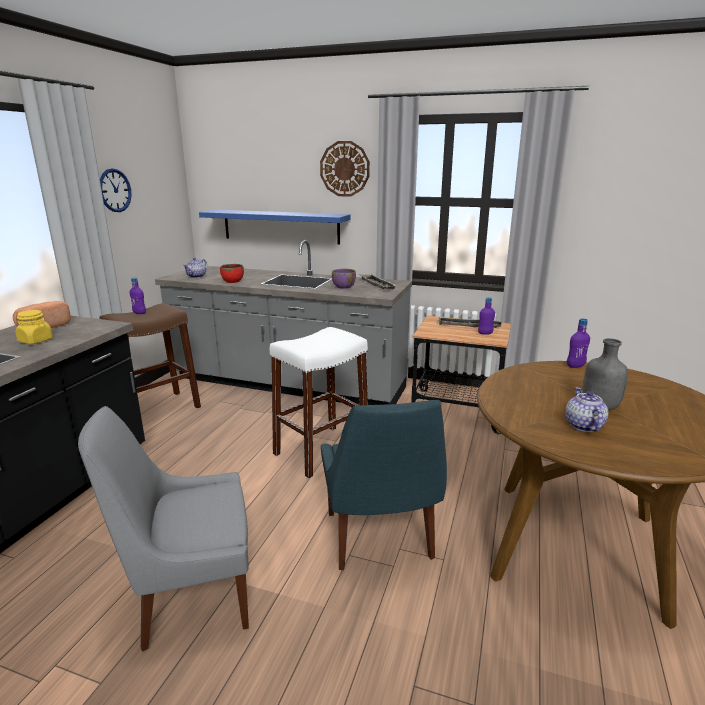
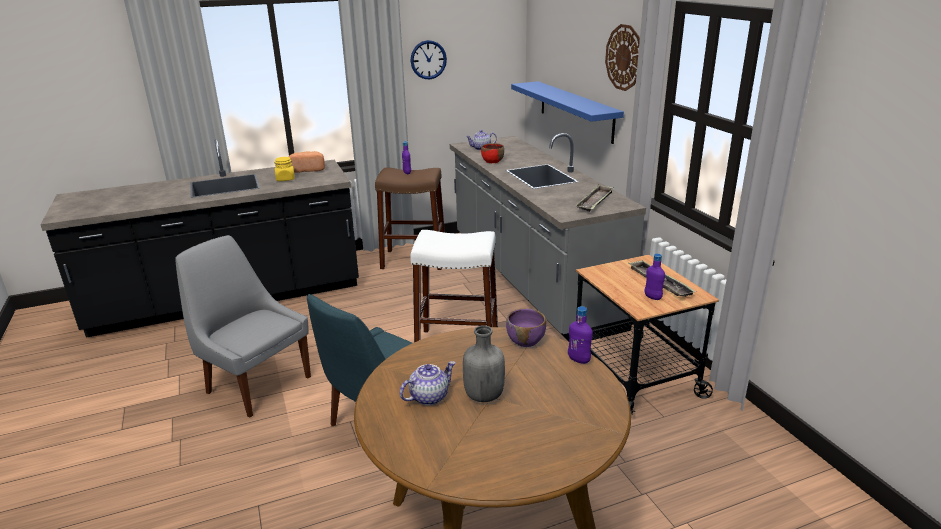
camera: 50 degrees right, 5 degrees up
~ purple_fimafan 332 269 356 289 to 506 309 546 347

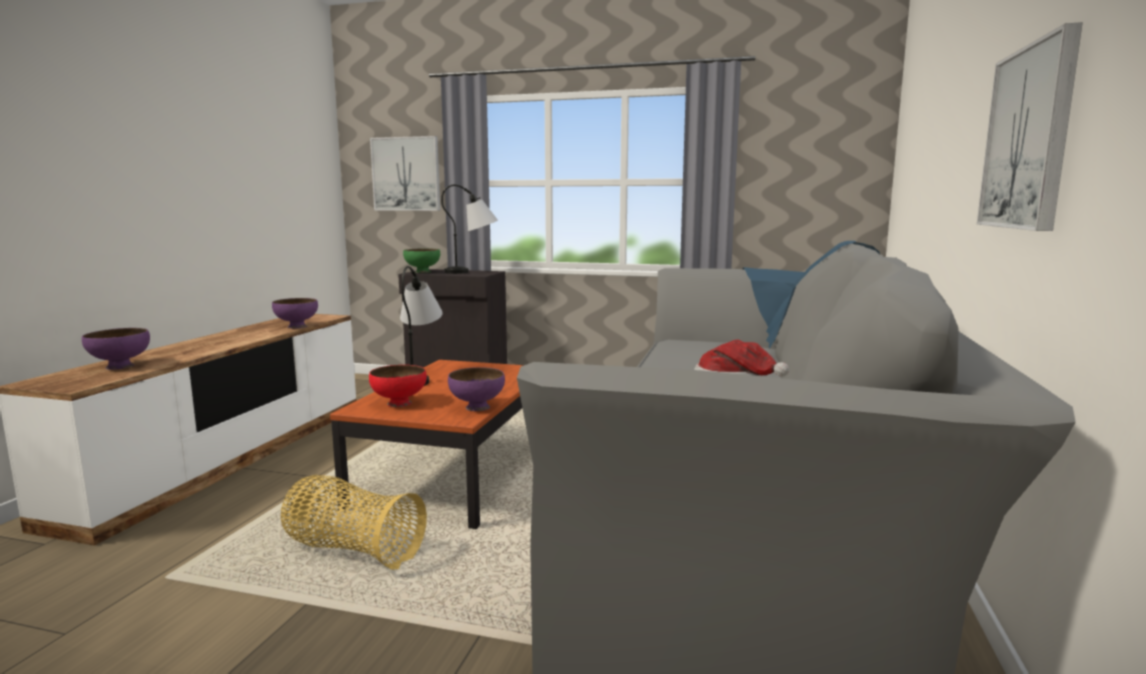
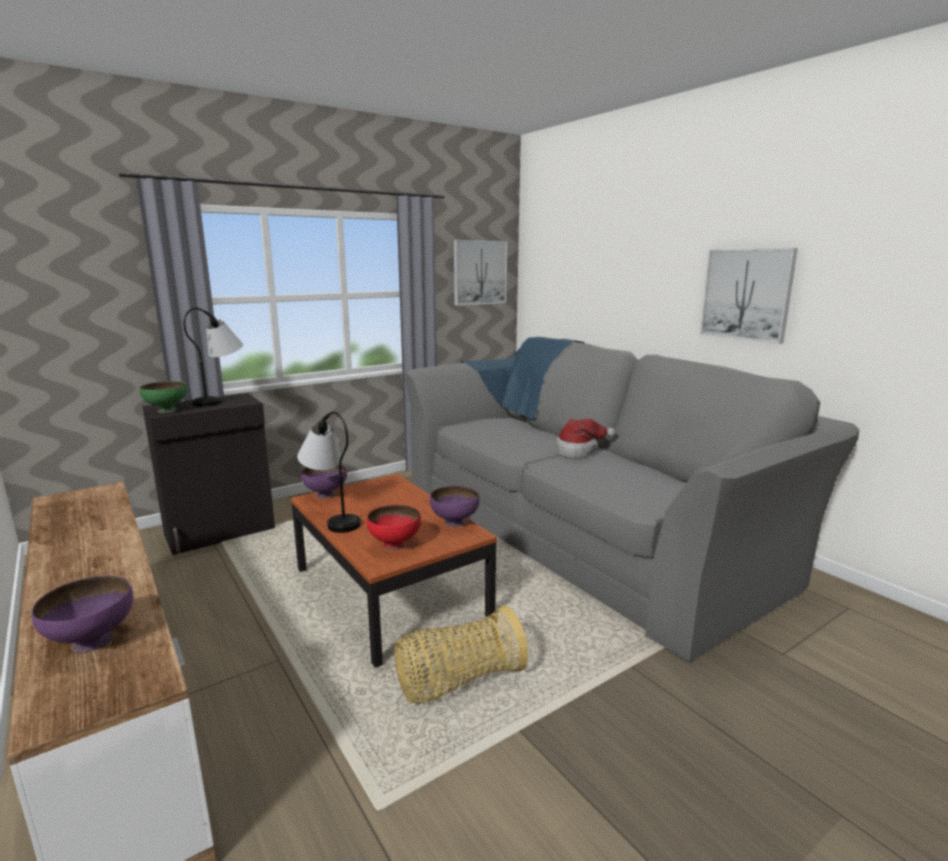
camera: 50 degrees left, 5 degrees up
~ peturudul 370 136 440 211 to 454 240 507 306
~ purple_fimafan 272 298 318 328 to 301 464 347 498

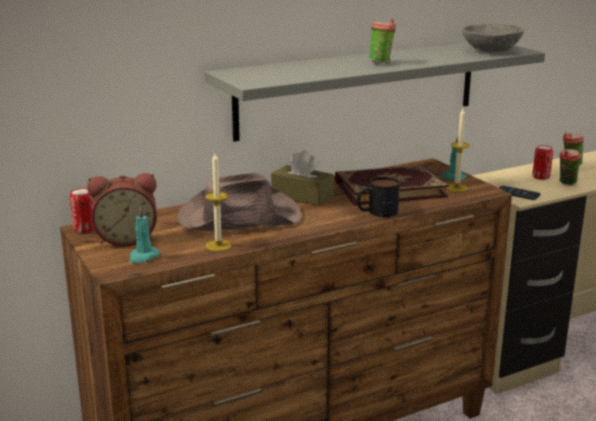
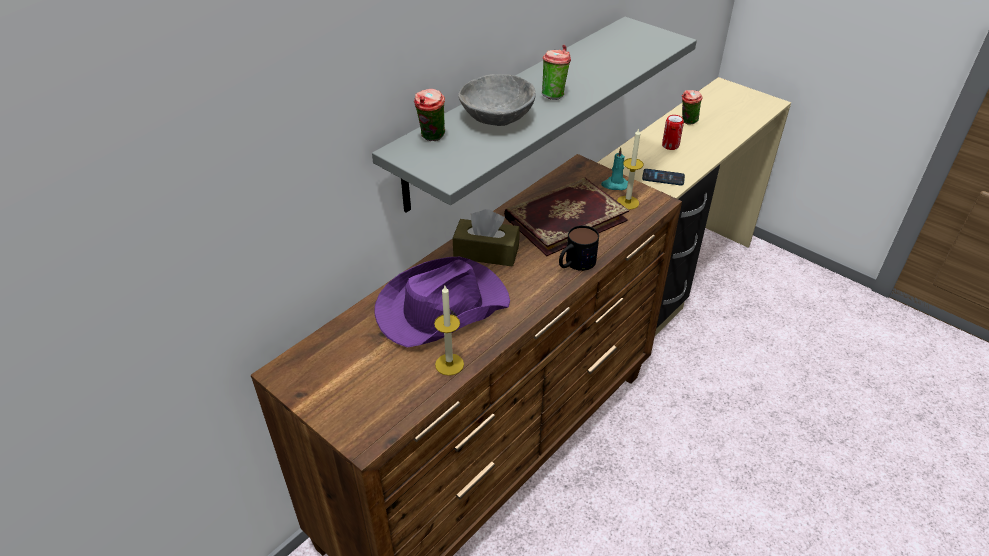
camera: 20 degrees left, 20 degrees up
~ grey_fimafan 462 24 524 52 to 458 74 536 126
~ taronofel 559 149 581 185 to 414 89 445 141
- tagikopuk 87 173 157 246
~ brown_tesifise 177 173 302 231 to purple_tesifise 374 257 510 348
- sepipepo 70 188 95 233
- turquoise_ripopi 129 206 160 263

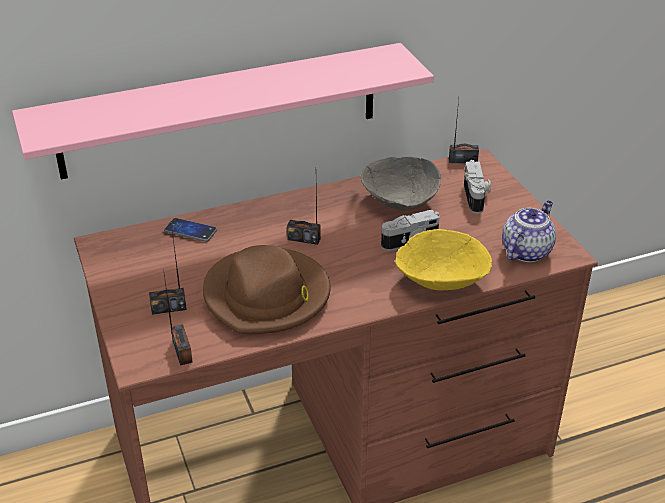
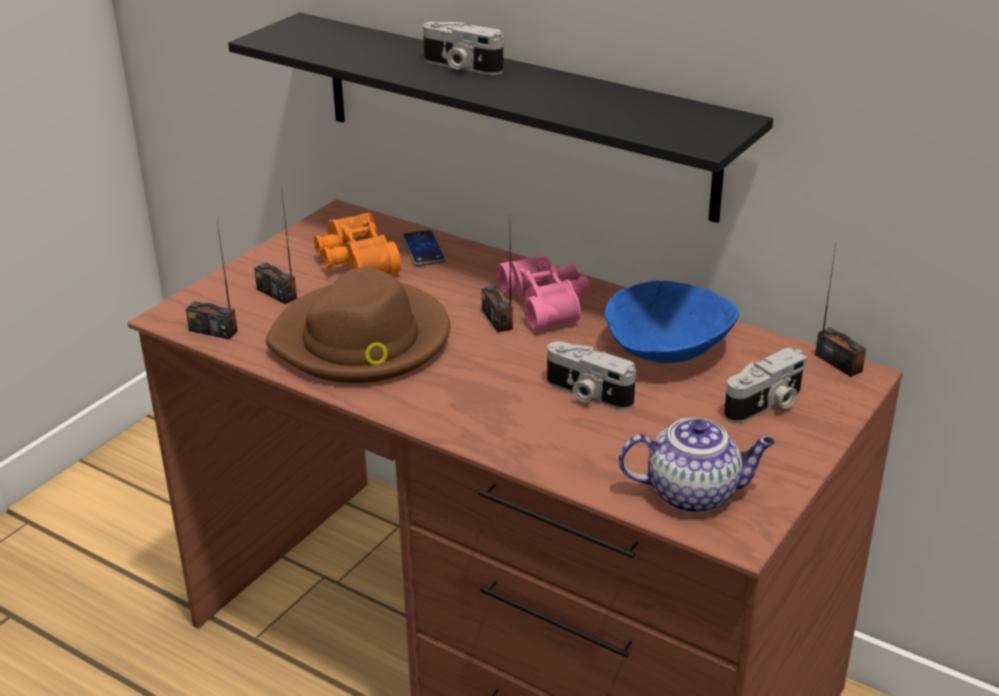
camera: 55 degrees right, 5 degrees down
~ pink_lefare 12 43 434 179 to black_lefare 228 13 773 223
~ grey_fimafan 361 157 441 210 to blue_fimafan 605 281 739 363
- yellow_fimafan 396 229 492 291
~ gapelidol 163 269 193 365 = 186 221 238 339 75 degrees clockwise
+ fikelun 423 22 503 75
+ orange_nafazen 314 212 401 274
+ pink_nafazen 496 255 591 331

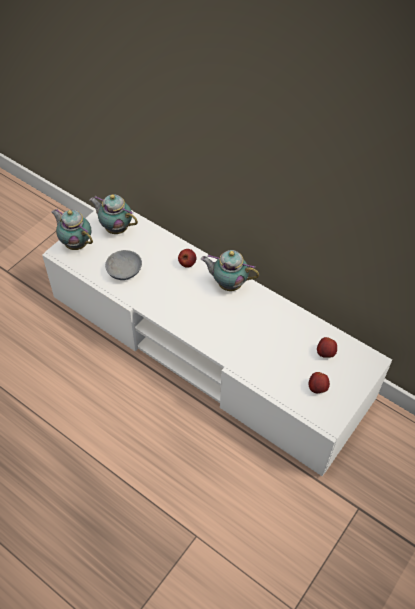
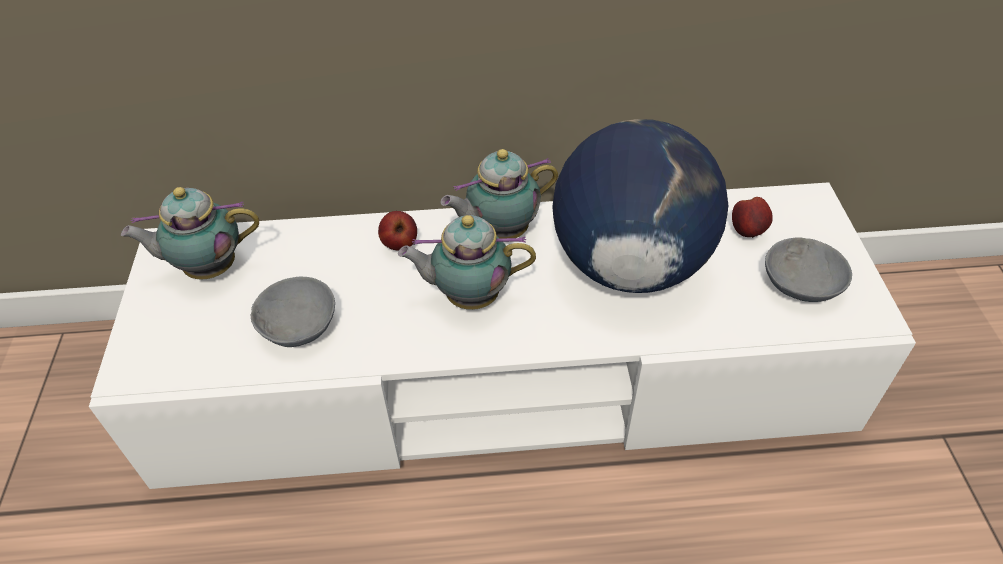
camera: 40 degrees left, 5 degrees down
~ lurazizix 51 209 93 250 to 398 215 536 310
~ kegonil 309 372 330 393 to grey_fimafan 765 238 852 302
+ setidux 552 119 728 293

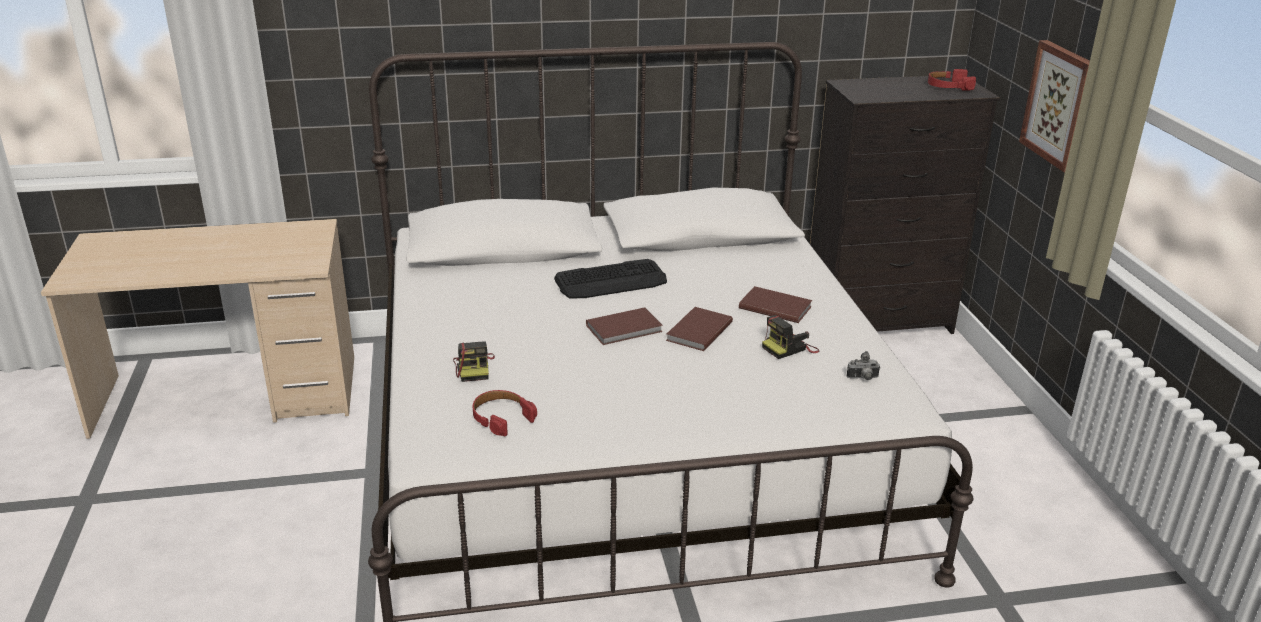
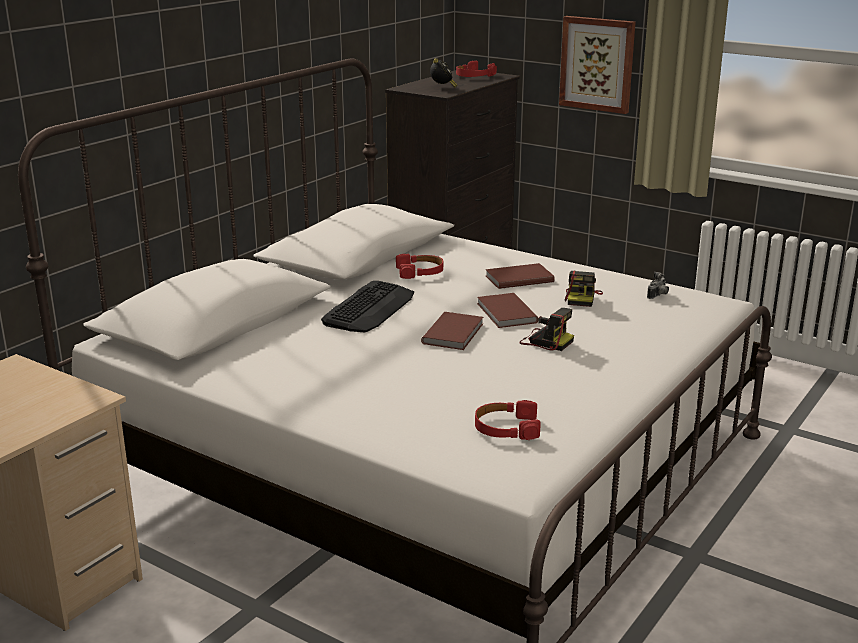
camera: 45 degrees left, 5 degrees down
~ fikelun 453 341 495 382 to 519 308 574 351
+ tagikopuk 430 58 458 88
+ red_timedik 396 254 443 279

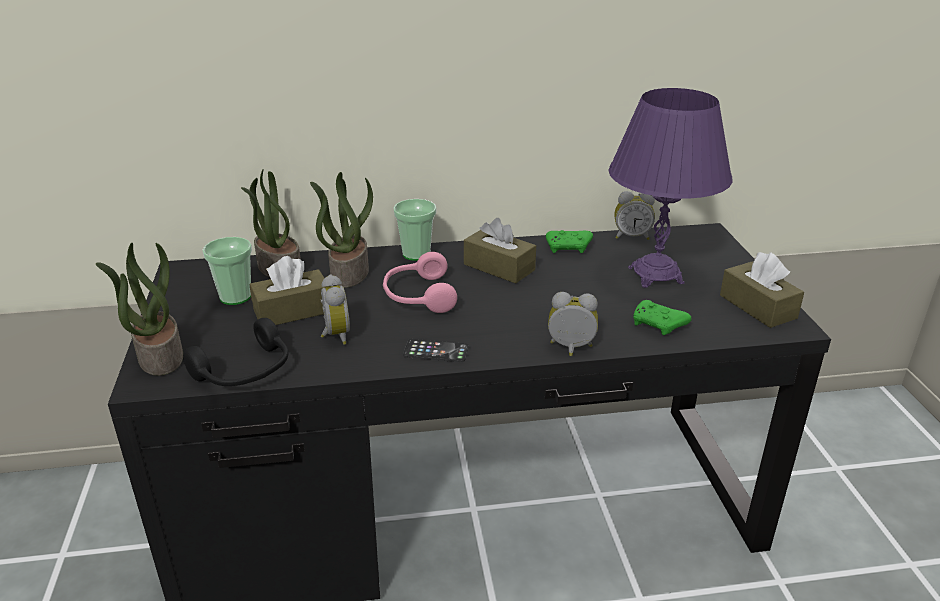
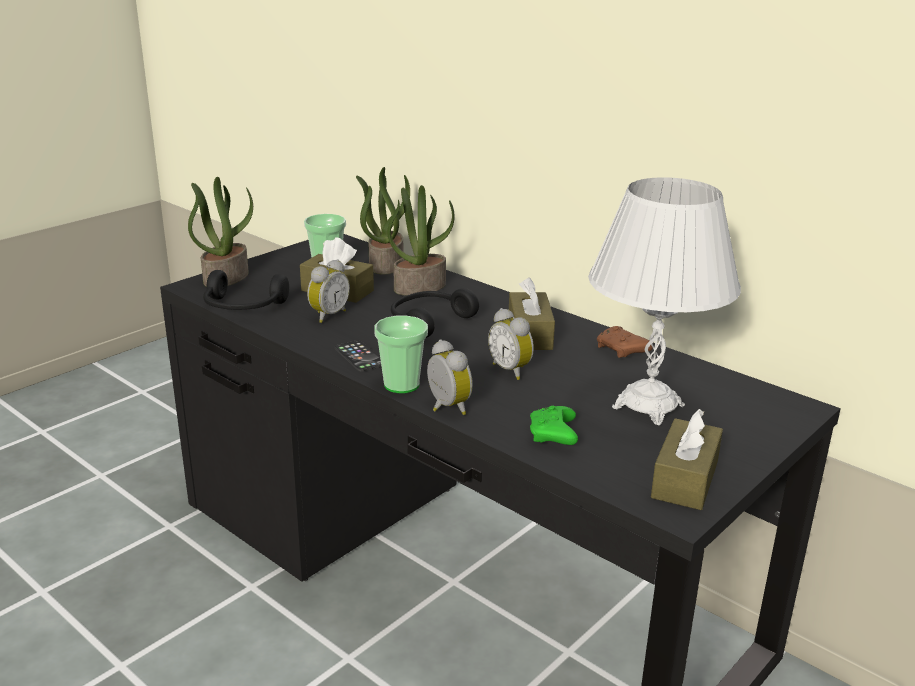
camera: 50 degrees right, 5 degrees down
~ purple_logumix 608 88 732 288 to white_logumix 588 177 741 425
~ tagikopuk 614 191 655 240 to 488 308 534 380
~ taronofel 393 199 436 261 to 374 316 428 393
~ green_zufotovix 546 230 593 253 to brown_zufotovix 597 326 653 358
~ pink_timedik 383 252 457 313 to black_timedik 391 288 479 338

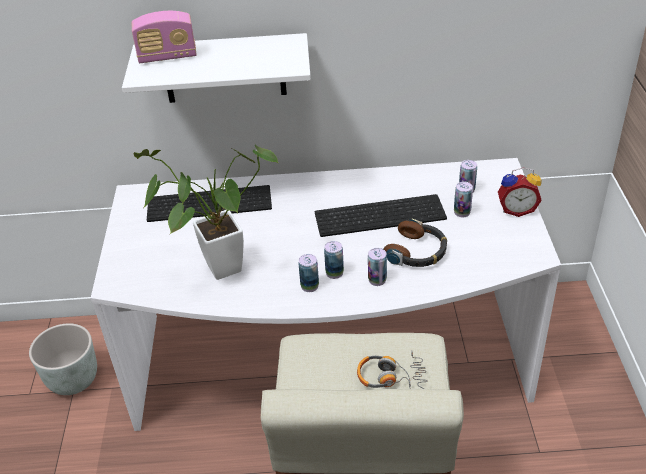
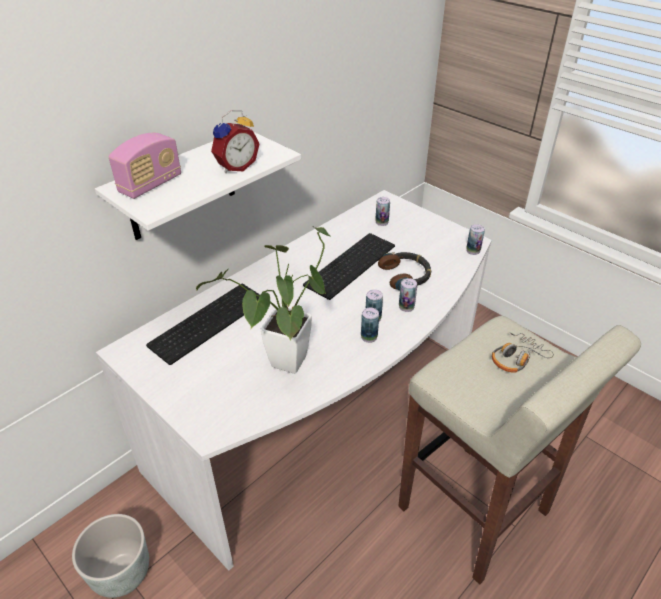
camera: 45 degrees left, 0 degrees up
~ tagikopuk 498 168 542 217 to 211 110 260 173
~ sepipepo 454 182 473 217 to 466 224 485 255

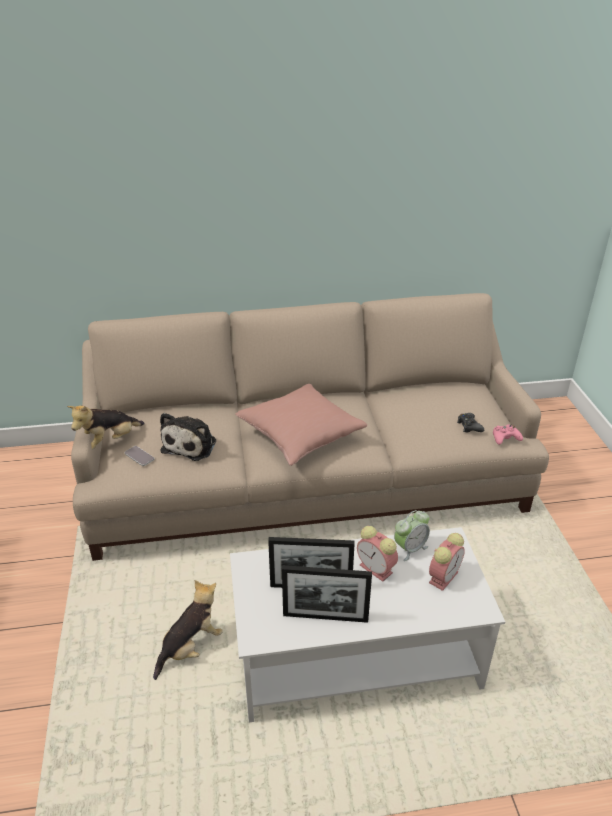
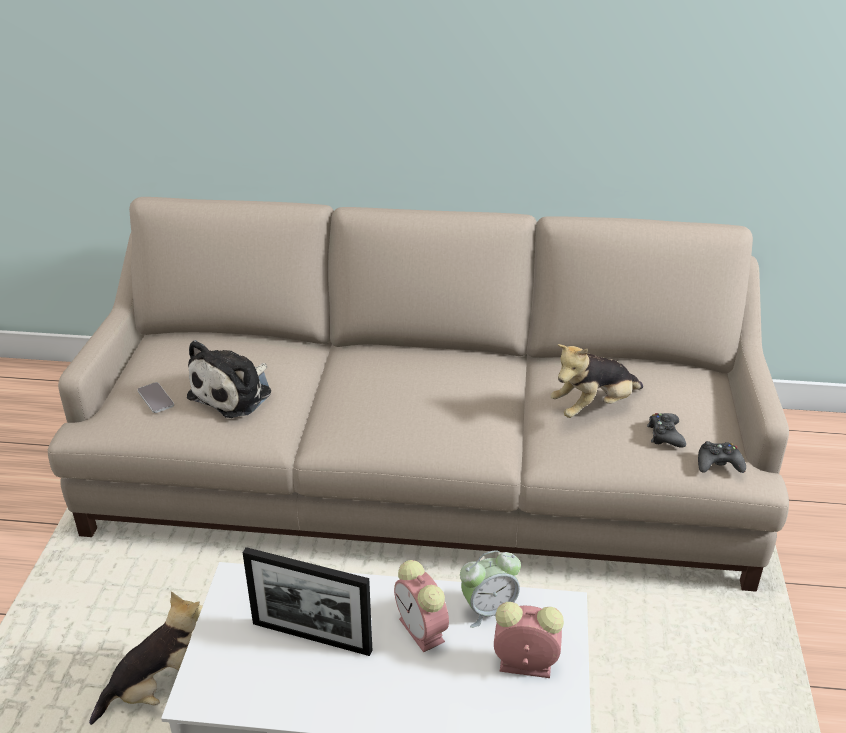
camera: 15 degrees right, 0 degrees up
- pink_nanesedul 235 384 368 466
~ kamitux 67 406 145 450 to 550 344 643 418
~ pink_zufotovix 493 424 523 445 to black_zufotovix 698 441 746 473
~ tagikopuk 429 533 465 591 = 494 602 564 678 135 degrees counterclockwise
- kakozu 282 565 372 623

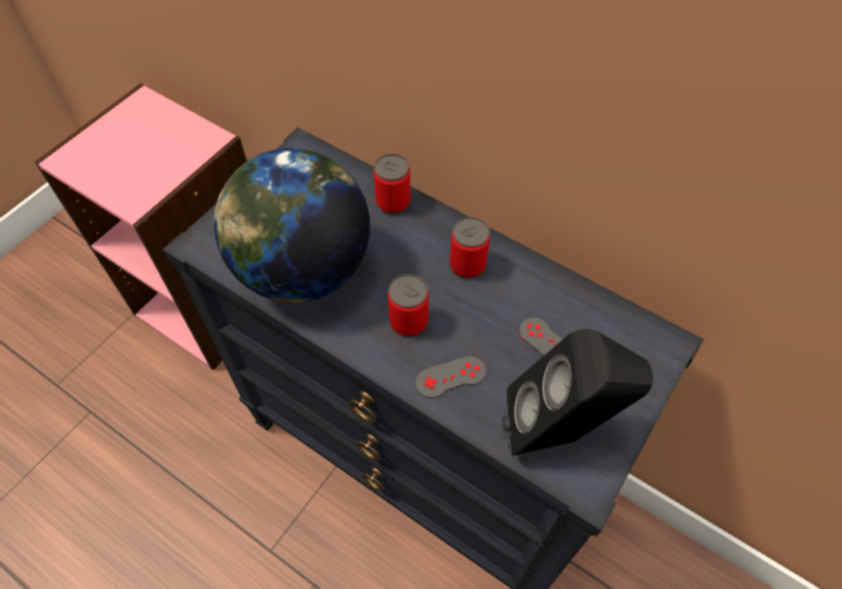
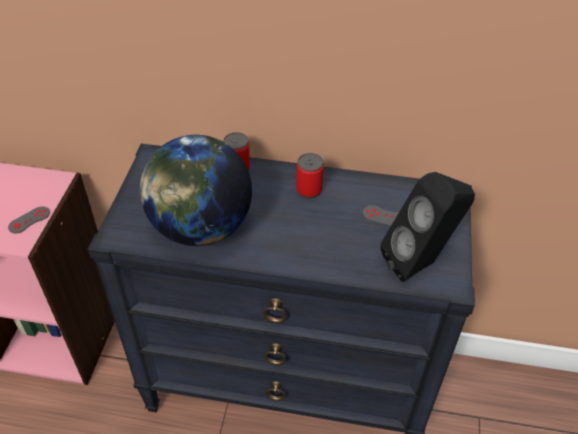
camera: 25 degrees left, 10 degrees down
- sepipepo 388 274 429 337
~ grey_zufotovix 415 356 486 398 to 8 206 50 233

